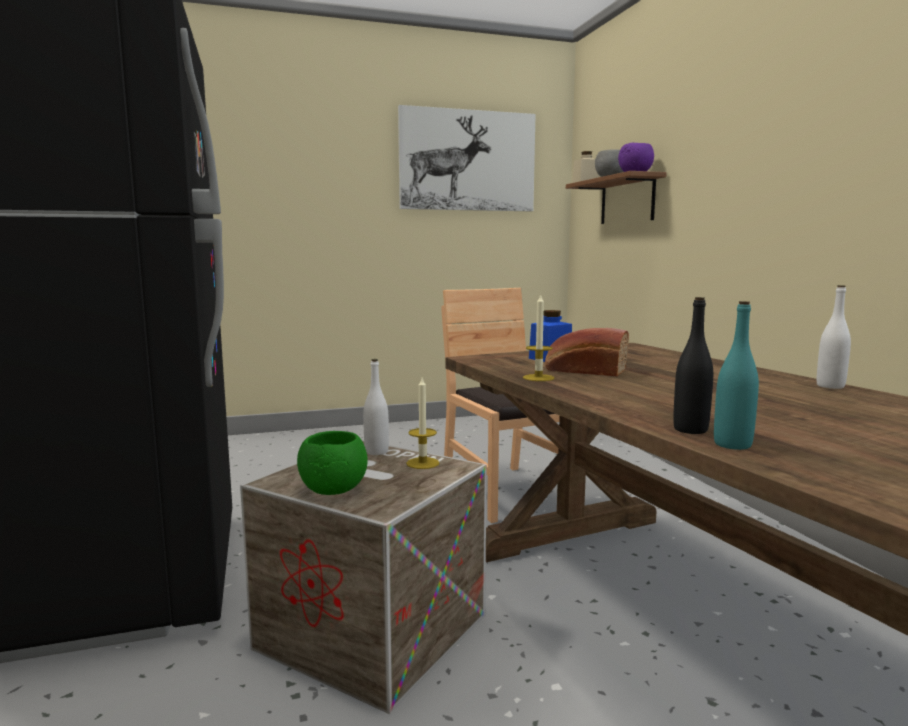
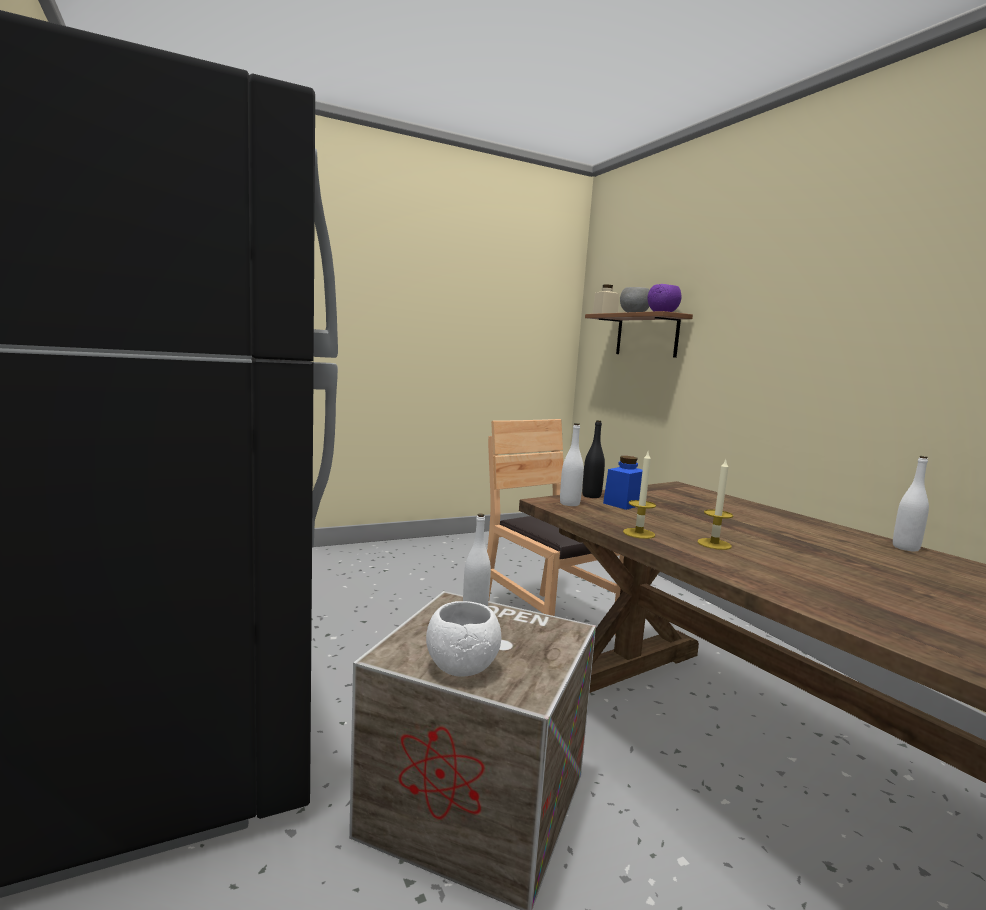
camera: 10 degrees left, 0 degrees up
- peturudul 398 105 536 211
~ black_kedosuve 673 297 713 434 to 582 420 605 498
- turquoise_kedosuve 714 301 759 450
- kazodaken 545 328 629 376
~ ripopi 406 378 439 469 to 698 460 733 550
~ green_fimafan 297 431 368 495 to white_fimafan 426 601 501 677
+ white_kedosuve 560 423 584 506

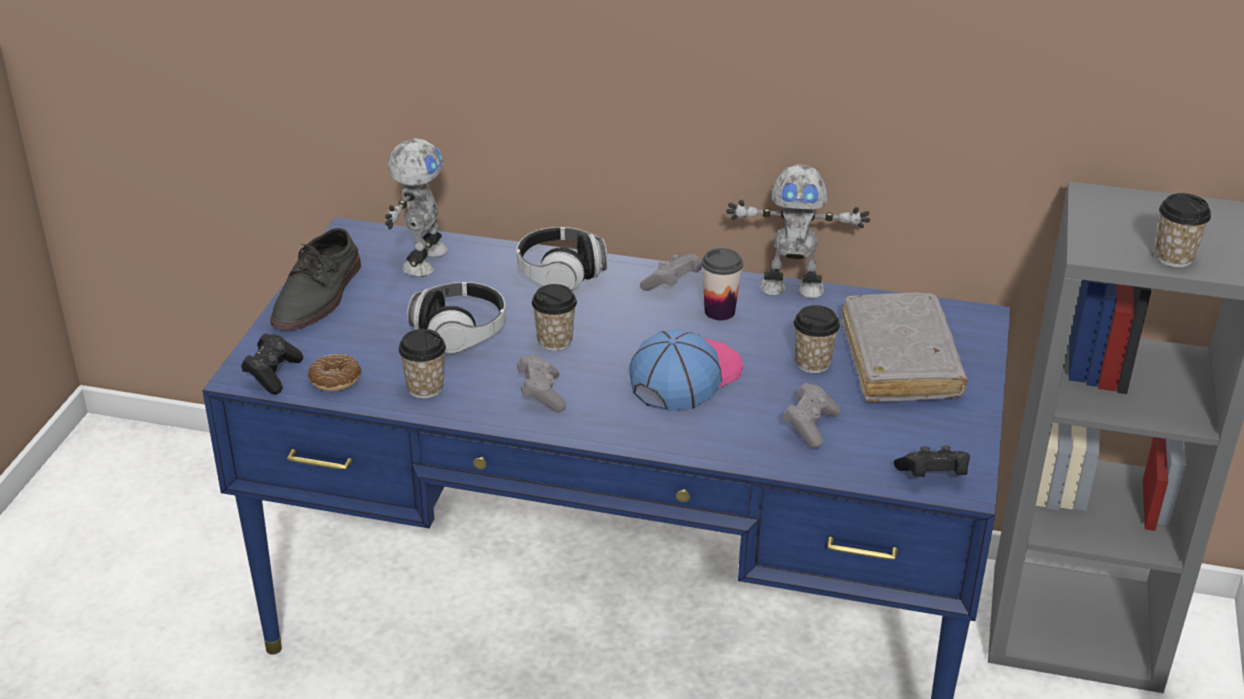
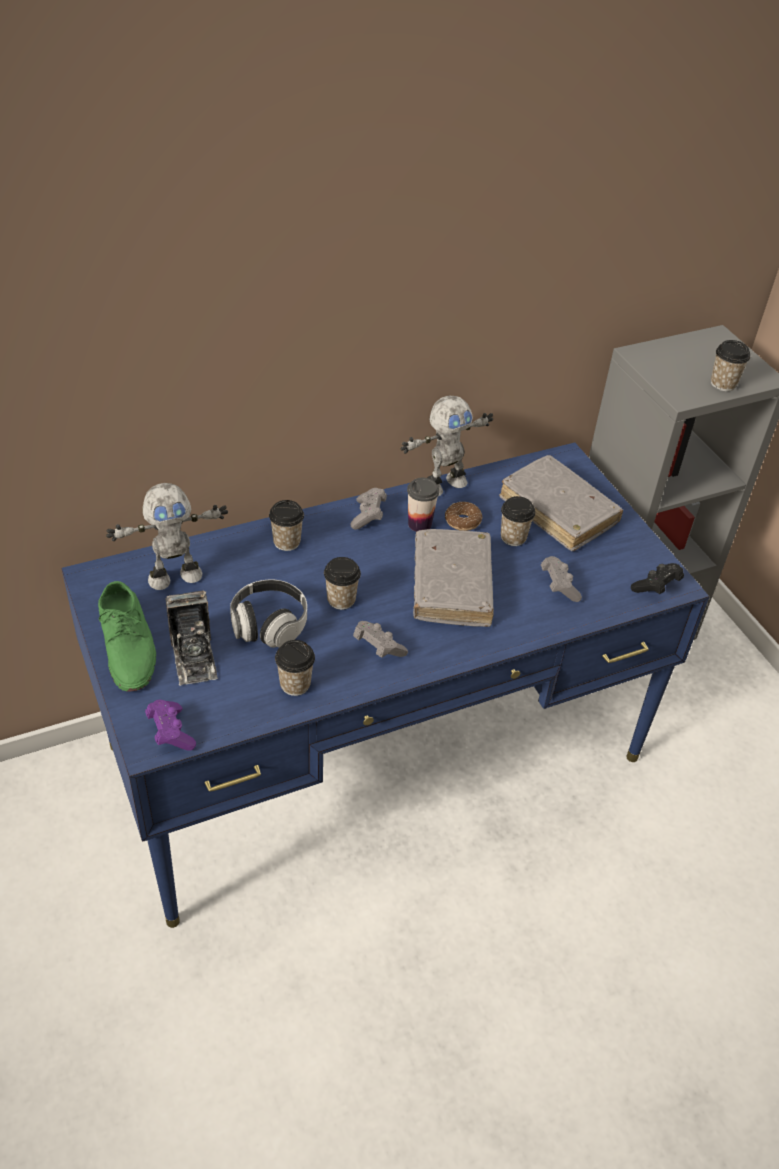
camera: 40 degrees left, 10 degrees up
~ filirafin 385 138 448 277 = 106 483 228 590 90 degrees clockwise
~ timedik 517 227 608 291 to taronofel 269 500 304 551
~ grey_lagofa 270 228 361 330 to green_lagofa 98 581 156 692
~ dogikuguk 629 329 743 412 to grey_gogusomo 413 529 494 627
~ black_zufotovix 241 333 303 394 to purple_zufotovix 145 700 196 750
~ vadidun 308 354 361 391 to 445 502 482 531
+ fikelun 165 591 218 686

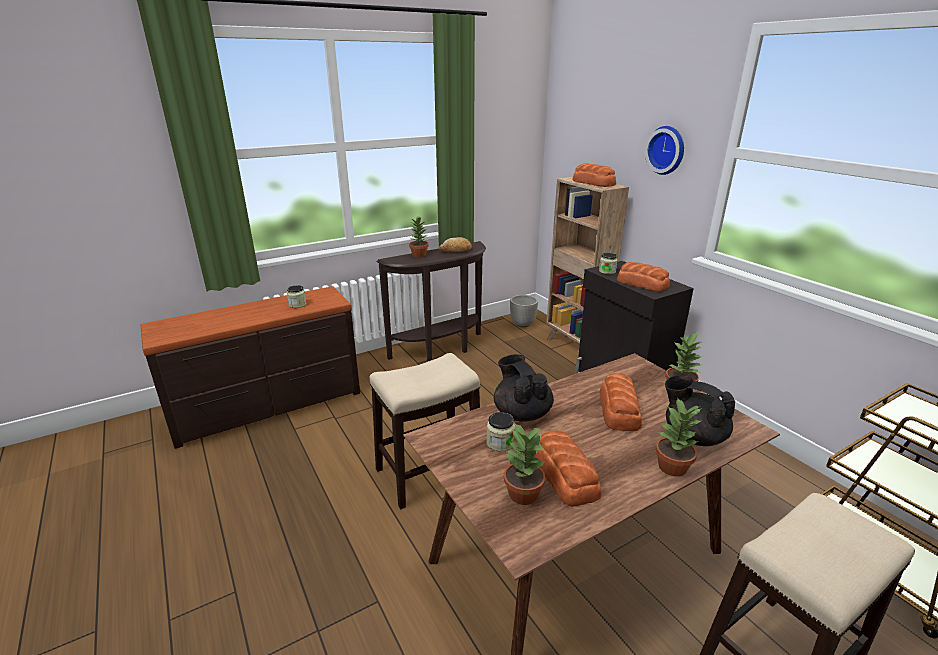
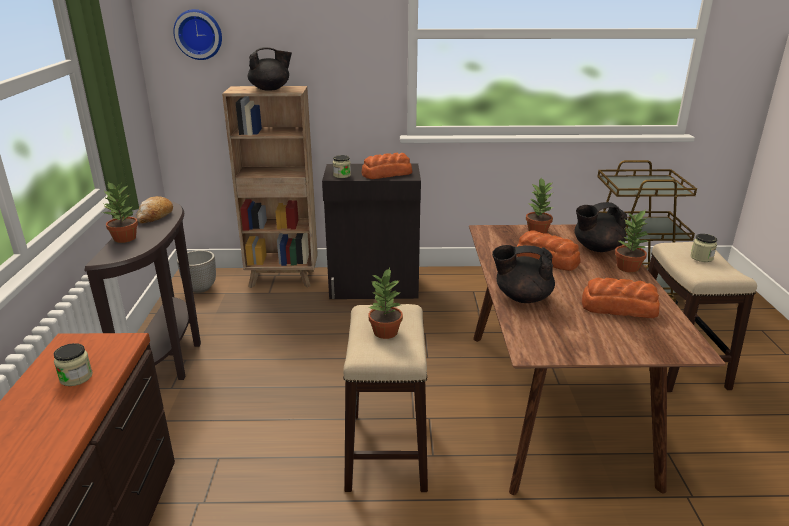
camera: 60 degrees left, 0 degrees up
~ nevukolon 645 126 684 175 to 173 9 222 60
~ kazodaken 573 163 616 187 to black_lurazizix 248 47 292 91
~ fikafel 487 412 515 452 to 690 234 717 262
~ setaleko 504 423 545 505 to 368 268 403 339

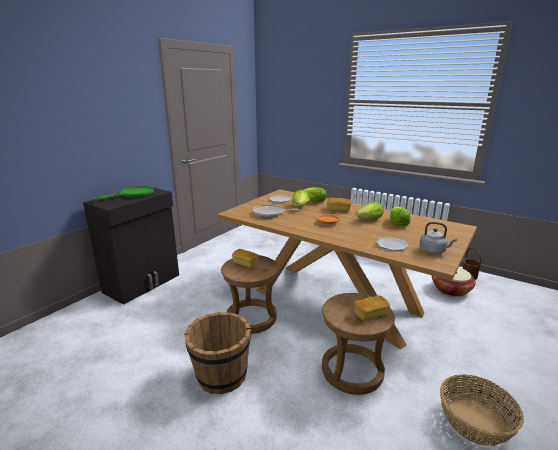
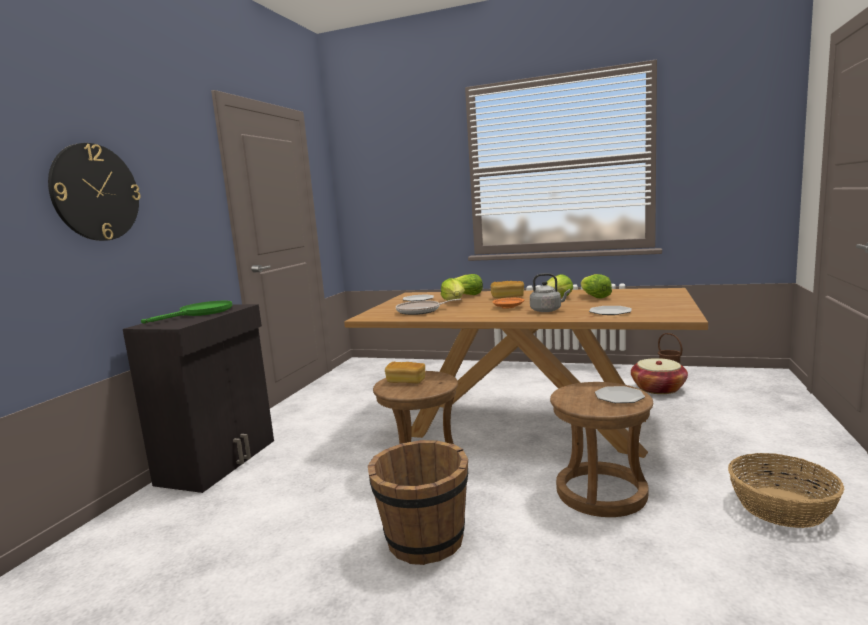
camera: 15 degrees left, 10 degrees down
~ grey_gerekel 419 222 457 254 to 530 273 570 312
~ kazodaken 354 296 390 321 to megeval 595 386 645 403
+ nevukolon 48 143 141 241

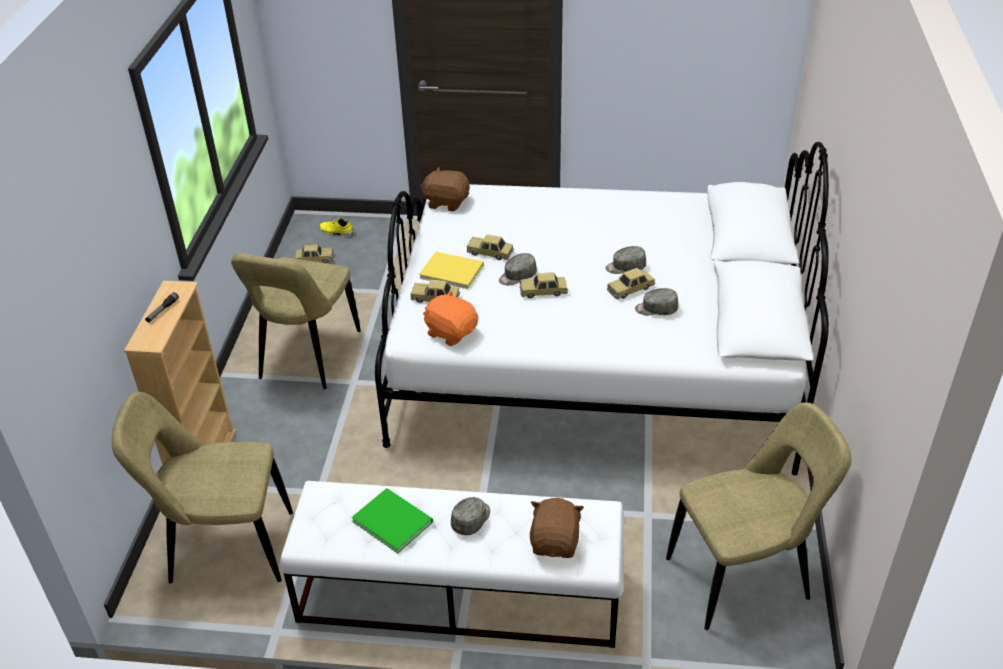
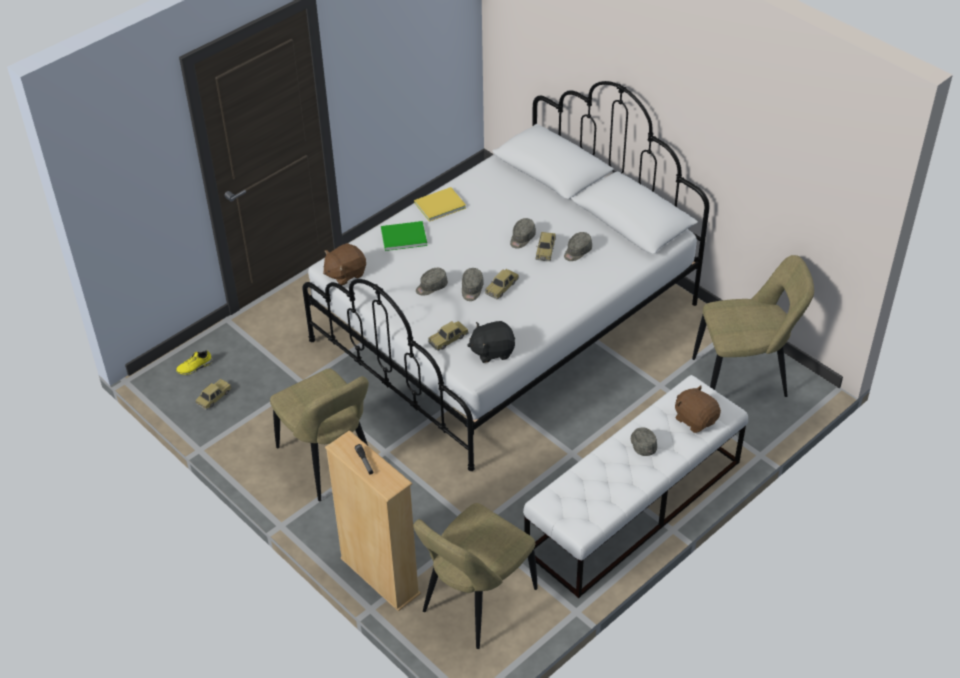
camera: 50 degrees left, 5 degrees up
~ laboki 467 234 514 260 to grey_dogikuguk 416 268 448 295
~ yellow_gogusomo 419 252 484 289 to 414 187 466 222
~ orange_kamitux 423 290 478 346 to black_kamitux 467 321 515 363
~ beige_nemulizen 666 402 852 630 = 692 255 814 397 60 degrees clockwise
~ green_gogusomo 352 488 433 554 to 381 221 427 251

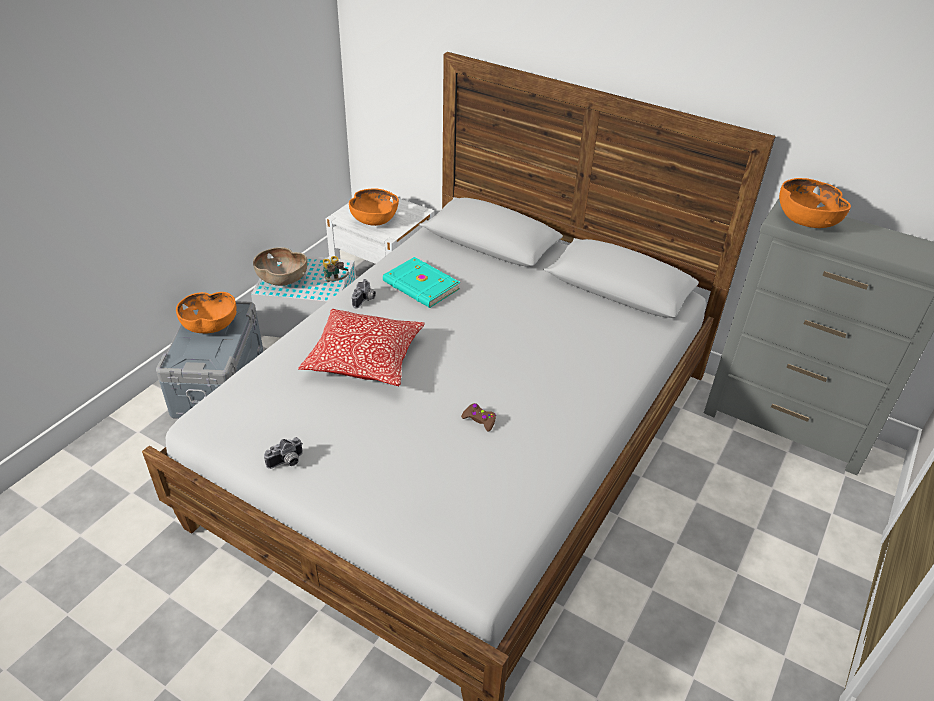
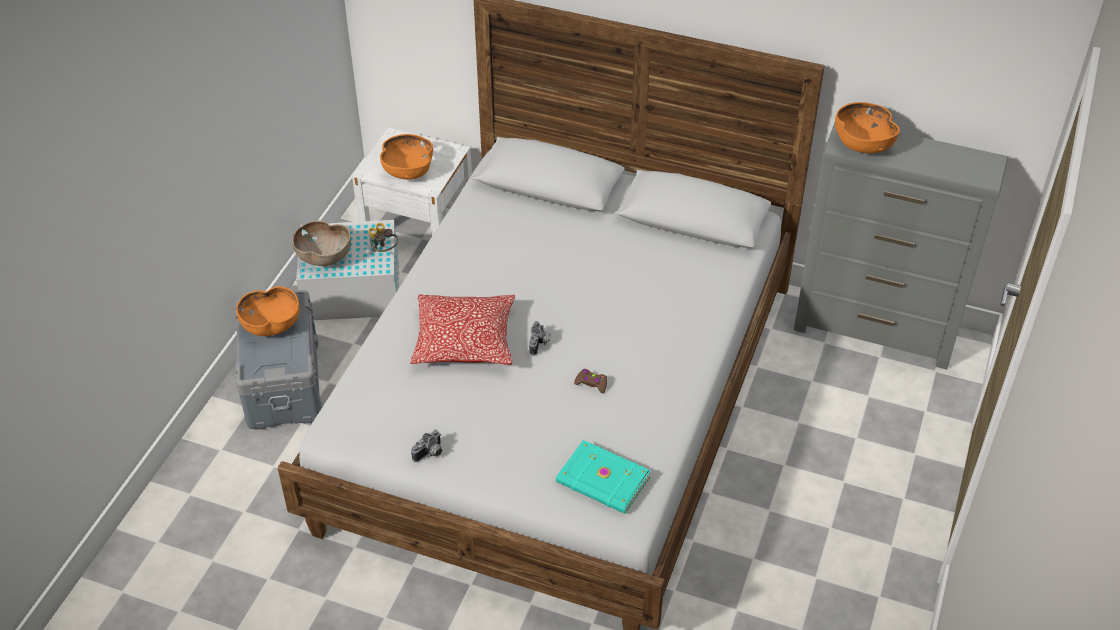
camera: 10 degrees left, 5 degrees up
~ turquoise_gogusomo 383 257 460 308 to 556 440 651 514
~ fikelun 352 279 376 308 to 529 321 550 356

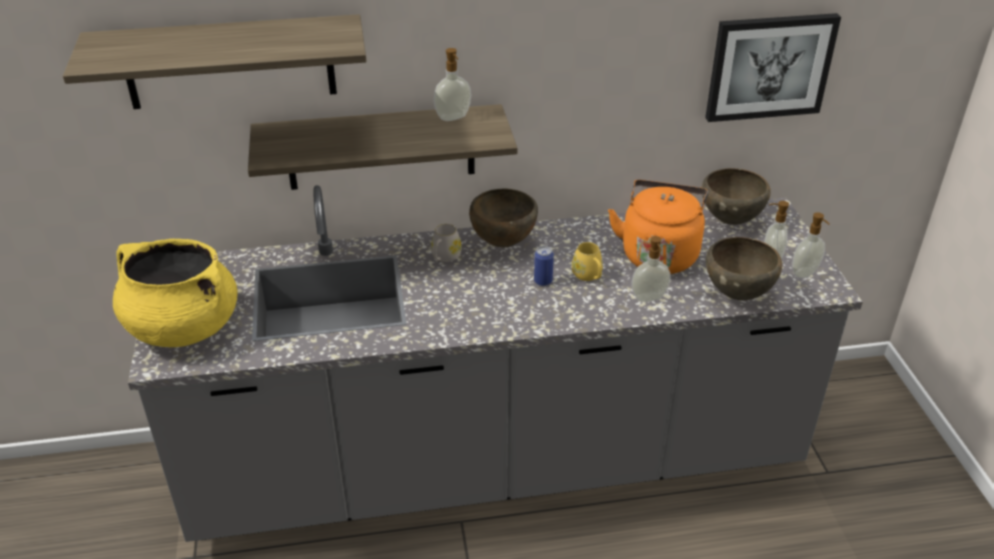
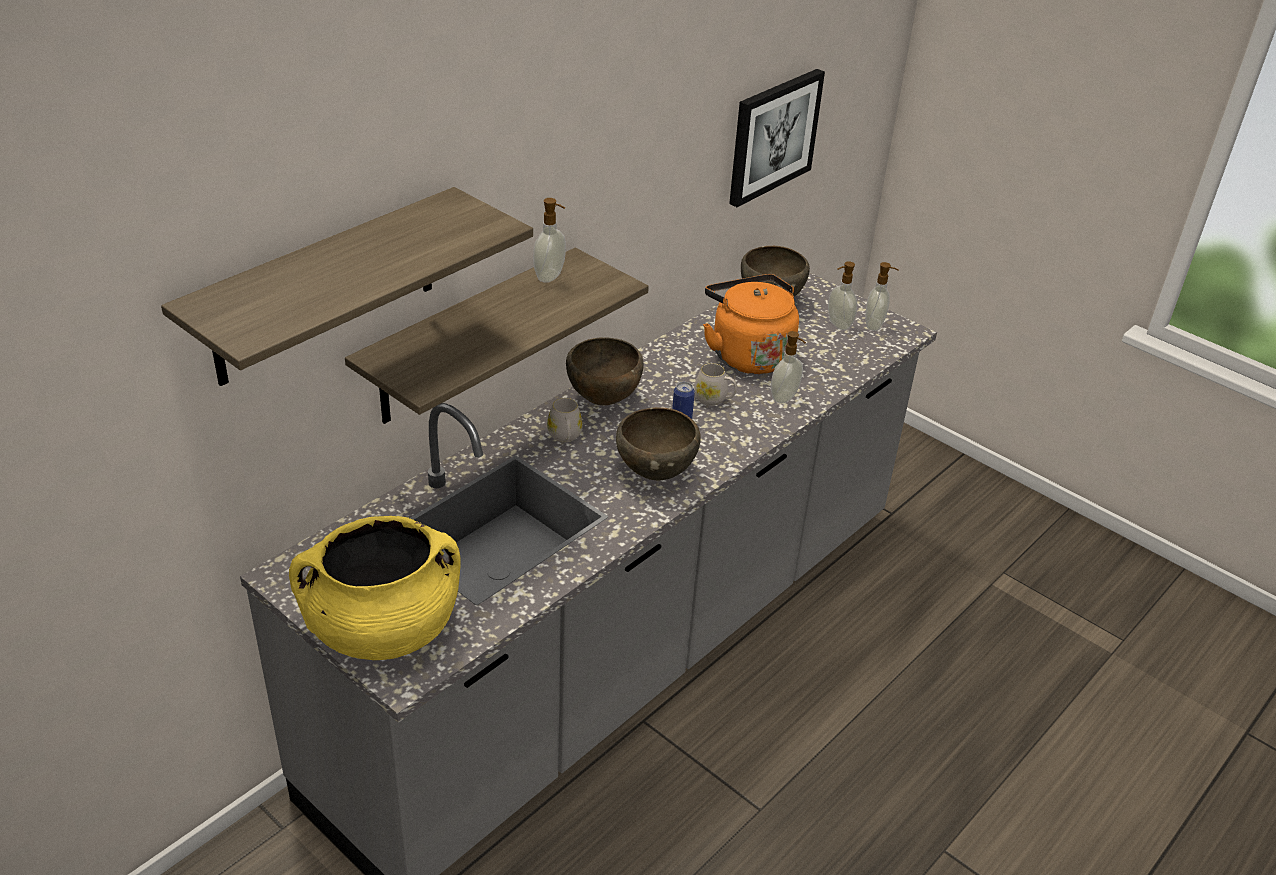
camera: 40 degrees left, 0 degrees up
~ brown_fimafan 706 237 782 300 to 616 407 701 480
~ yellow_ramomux 572 242 603 281 to white_ramomux 694 363 737 406

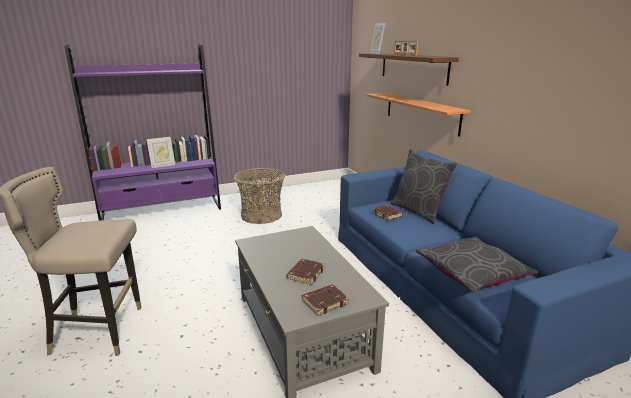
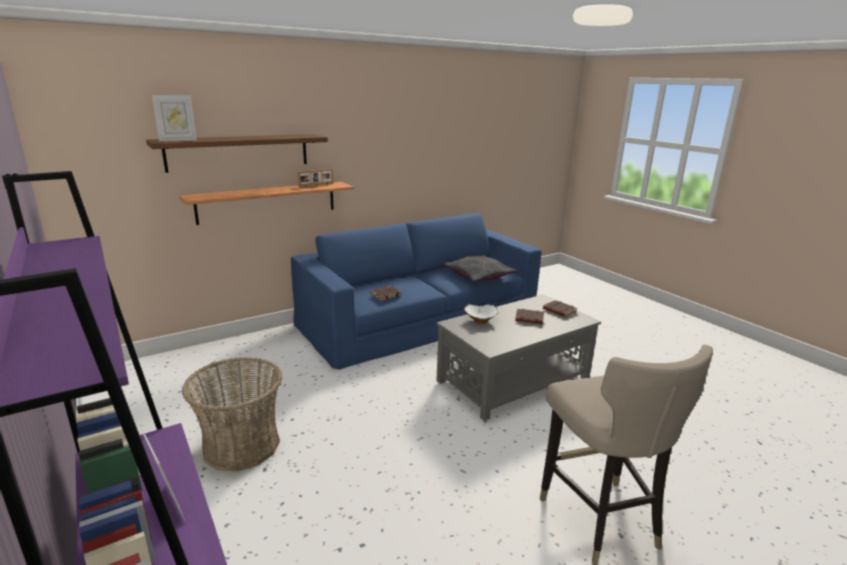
camera: 100 degrees left, 0 degrees up
~ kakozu 394 41 418 56 to 298 169 333 188
- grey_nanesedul 391 149 457 224
+ white_fimafan 464 304 499 324

